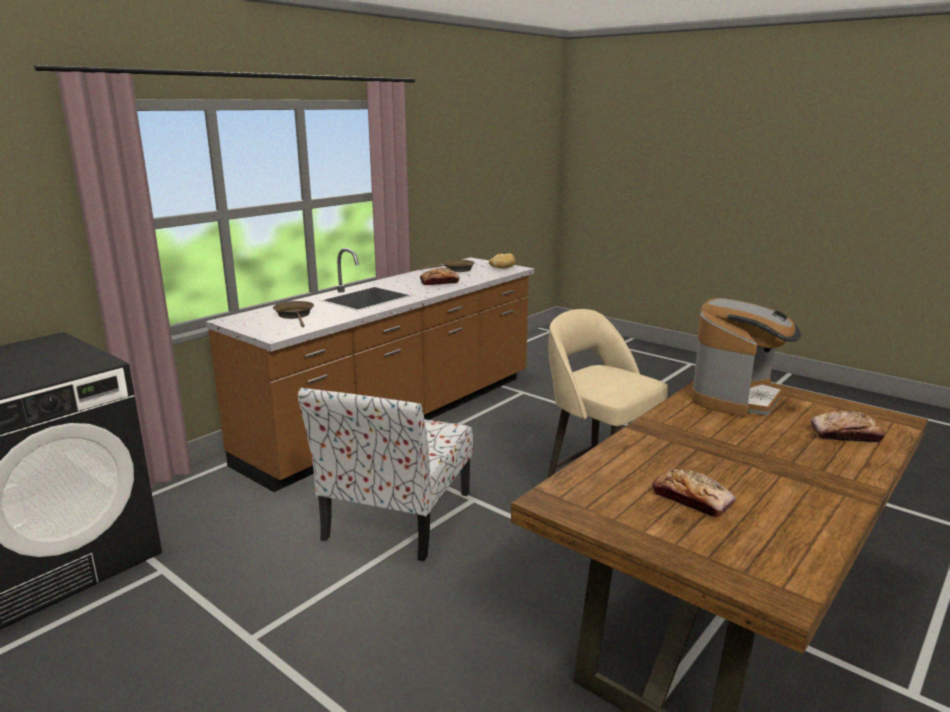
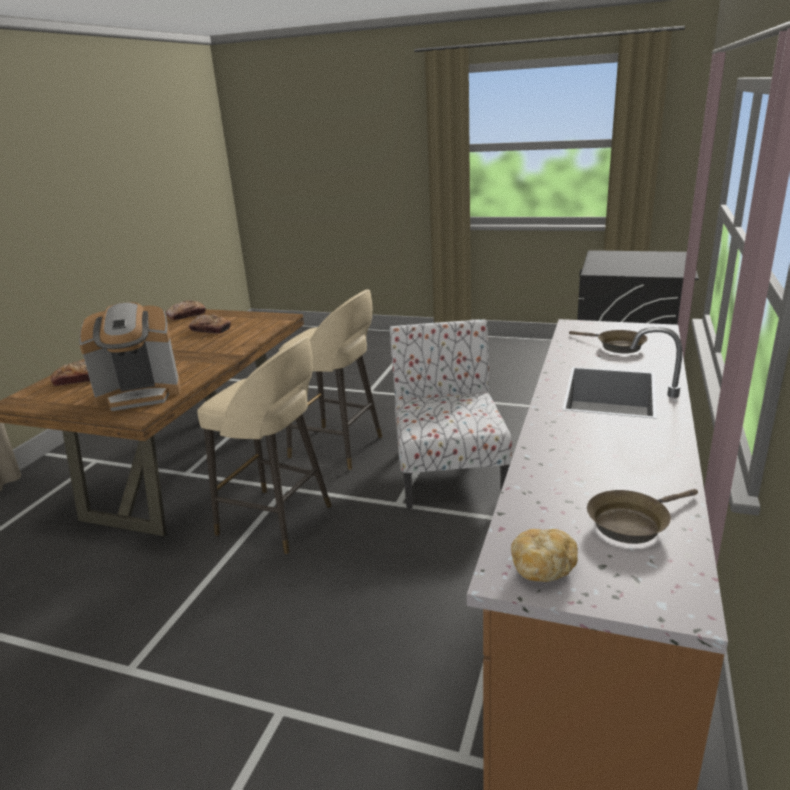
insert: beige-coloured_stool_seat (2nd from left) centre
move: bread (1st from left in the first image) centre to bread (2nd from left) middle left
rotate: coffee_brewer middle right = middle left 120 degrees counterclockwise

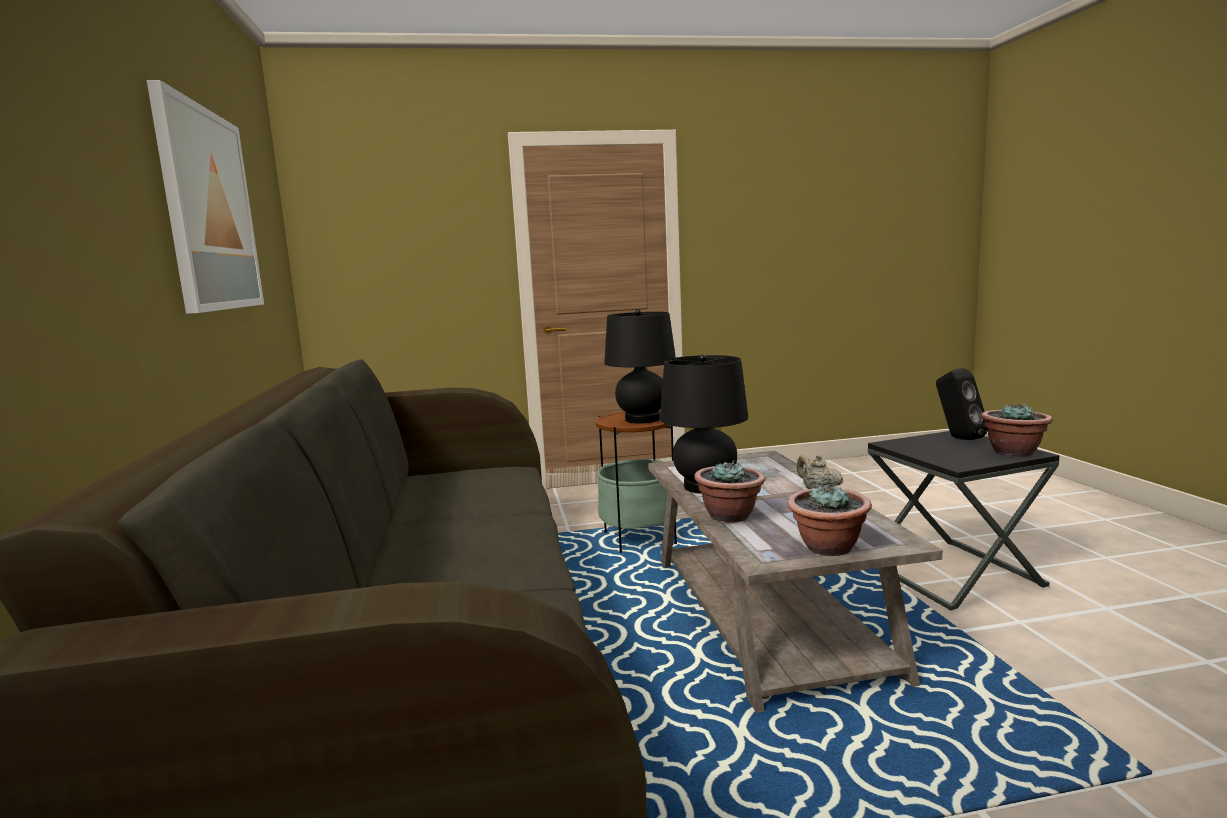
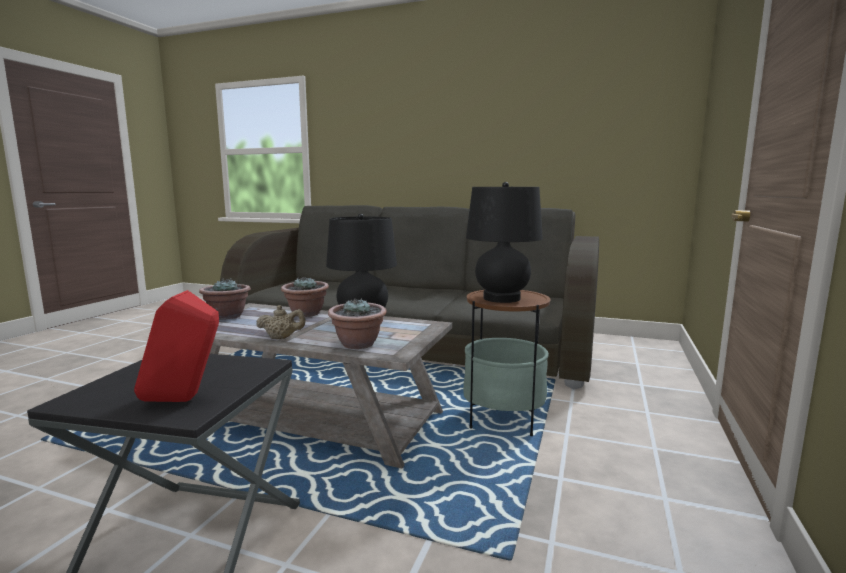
delete: picture top left
move: potted_plant (3rd from left) middle right to centre
recolor: blackish_loudspeaker middle right to red_loudspeaker middle left

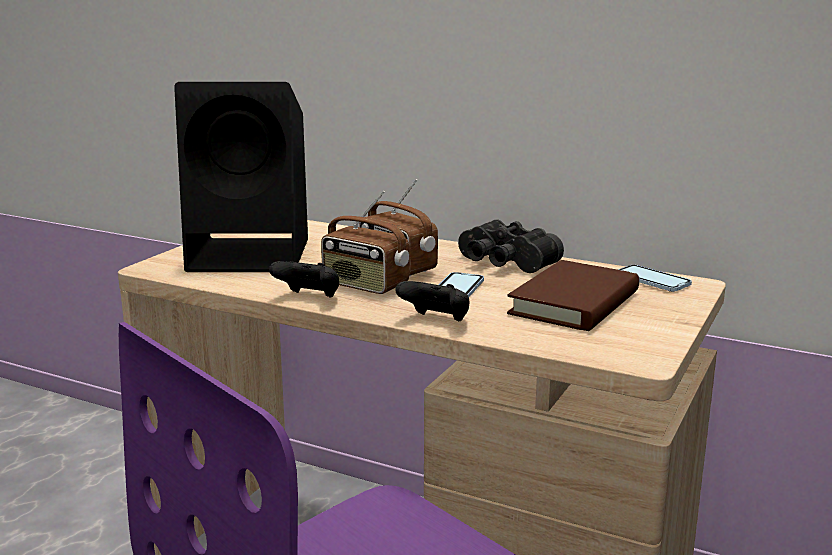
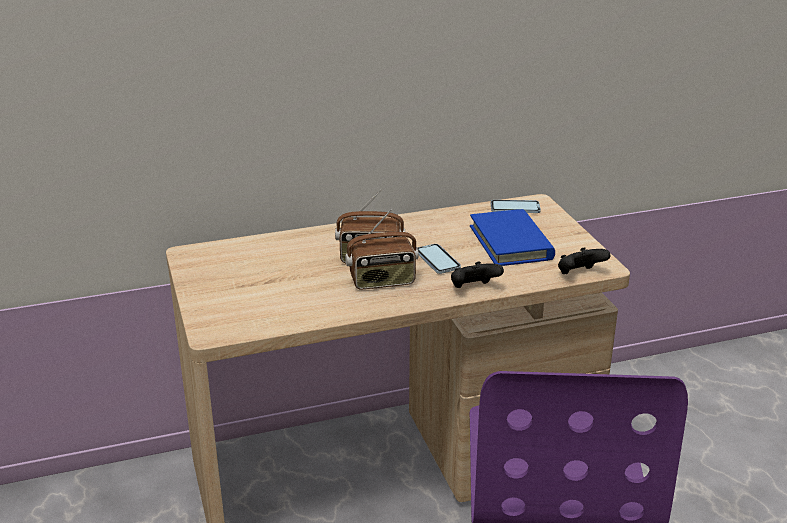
delete: blackish_loudspeaker top left; blackish_field_glasses centre
move: blackish_gamepad (1st from left in the first image) centre to blackish_gamepad (2nd from left) middle right
recolor: brownish_volume middle right to bluish_volume centre

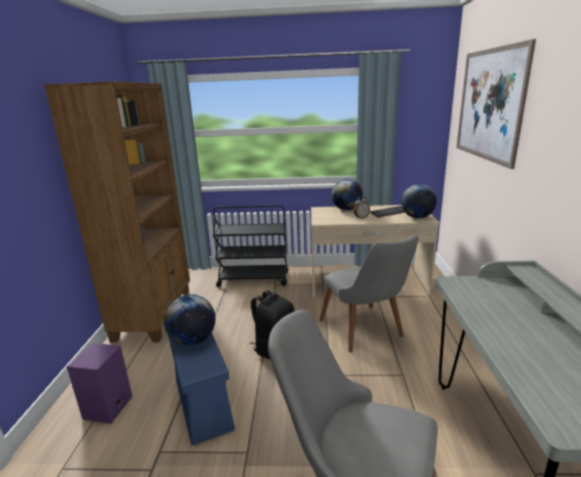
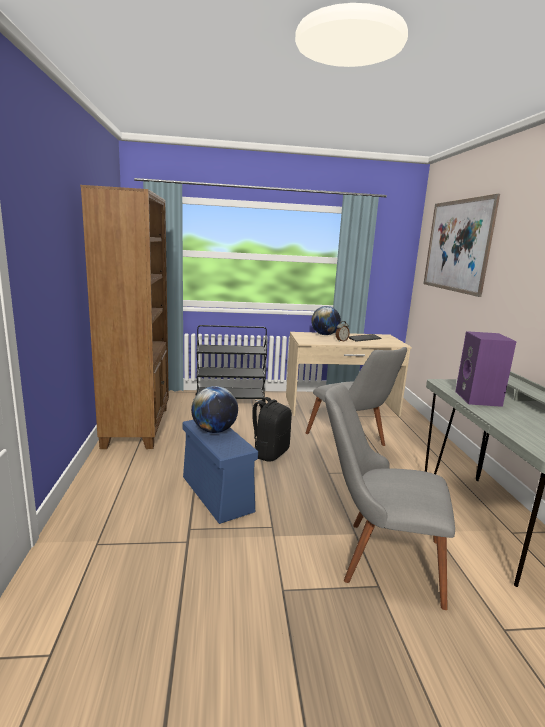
delete: world_globe (3rd from left) middle right
move: purplish_loudspeaker bottom left to middle right

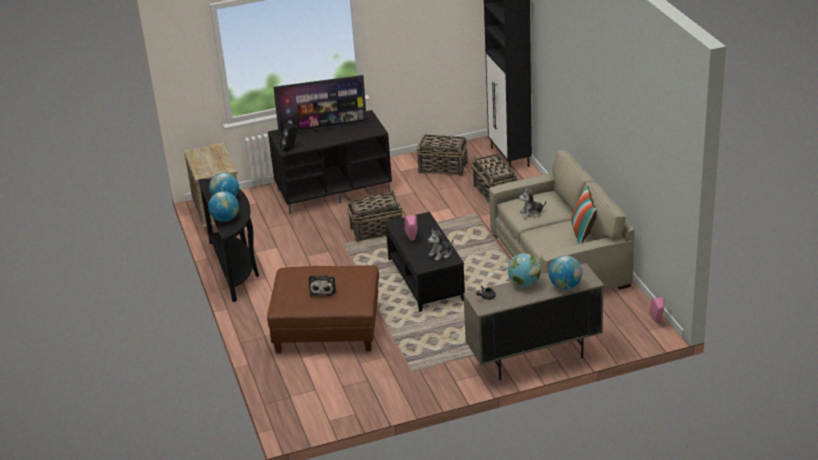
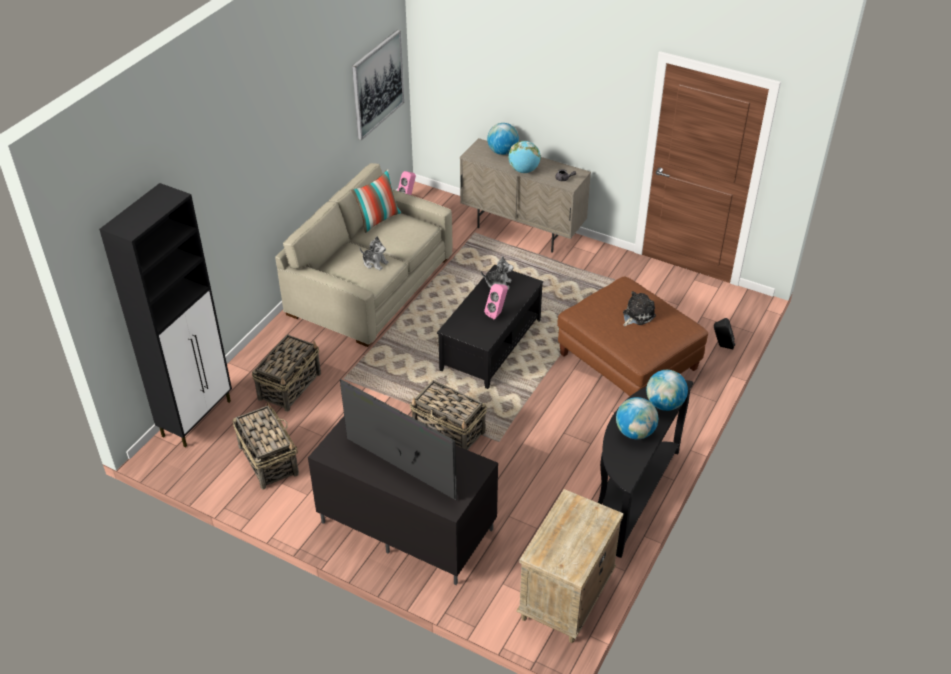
insert: picture top centre
move: blackish_loudspeaker top centre to middle right

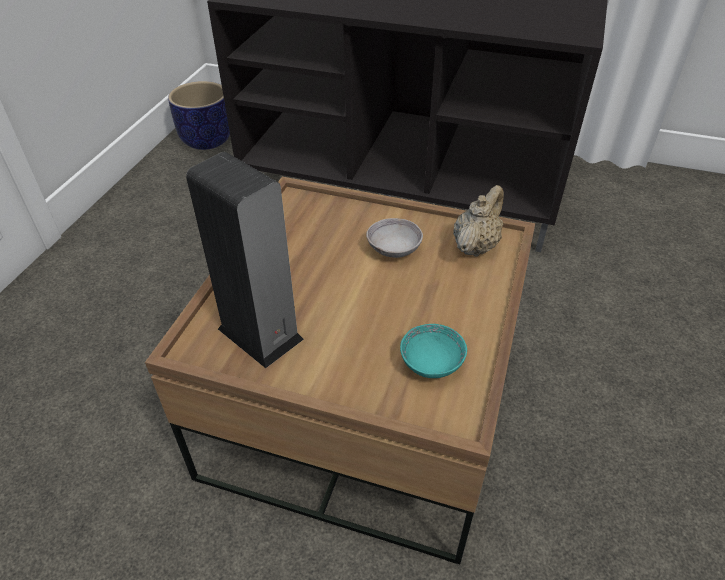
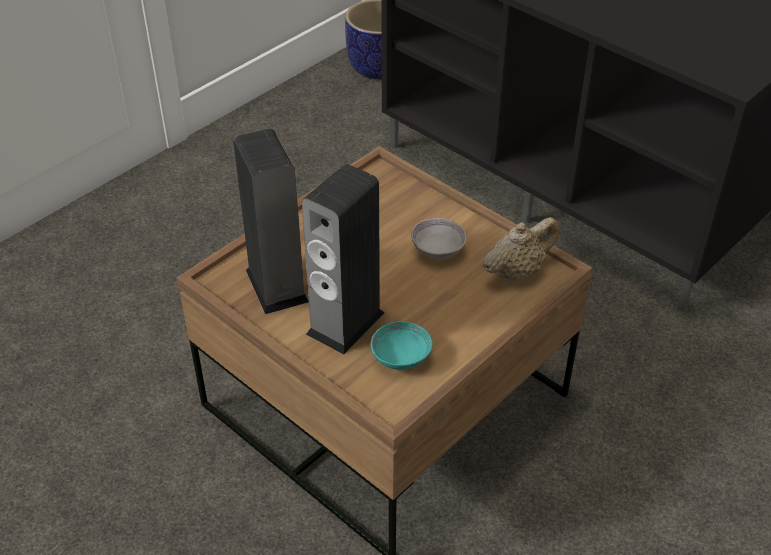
insert: loudspeaker (2nd from left) centre

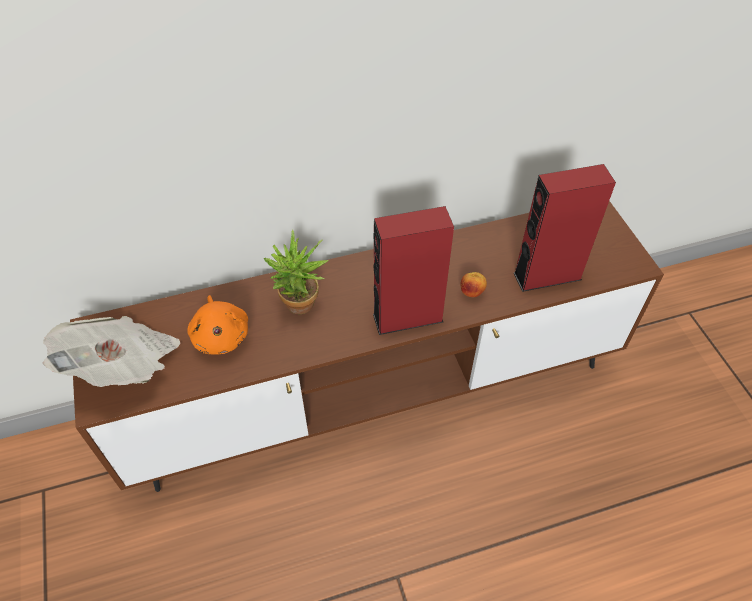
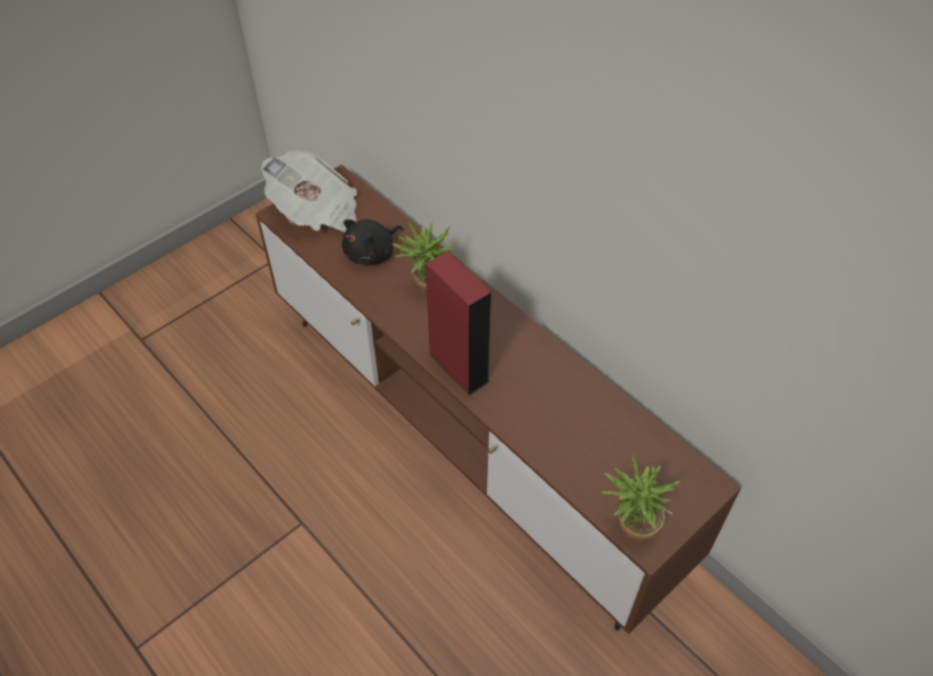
delete: red_loudspeaker (2nd from left) middle right; apple centre
insert: potted_plant (2nd from left) bottom right
recolor: orange_plush_toy middle left to blackish_plush_toy centre

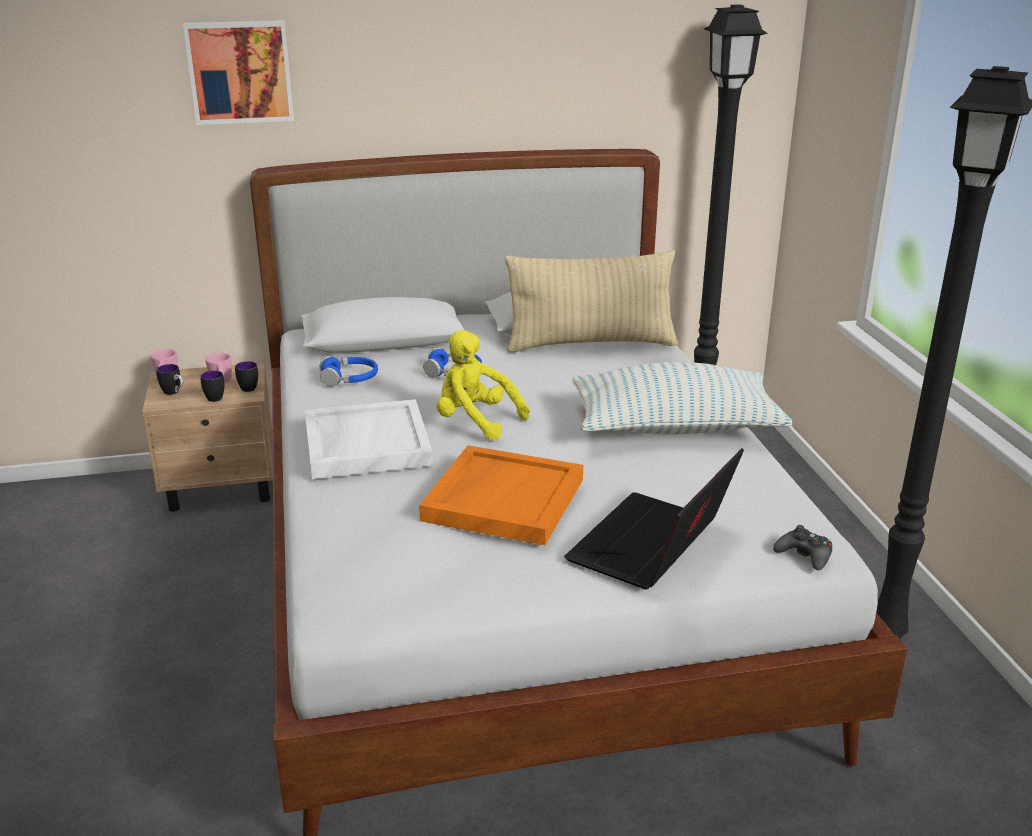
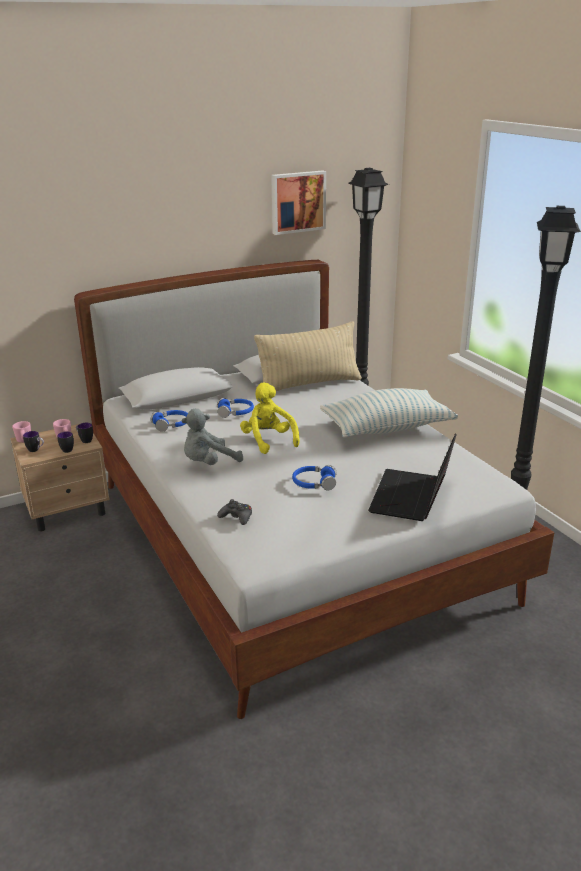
move: picture top left to top centre; blackish_gamepad middle right to centre
replace: white-coloured_serving_tray centre to grey_plush_toy centre; orange_serving_tray centre to bluish_pair_of_headphones (3rd from left) centre
rotate: yellow_plush_toy centre = centre 45 degrees clockwise

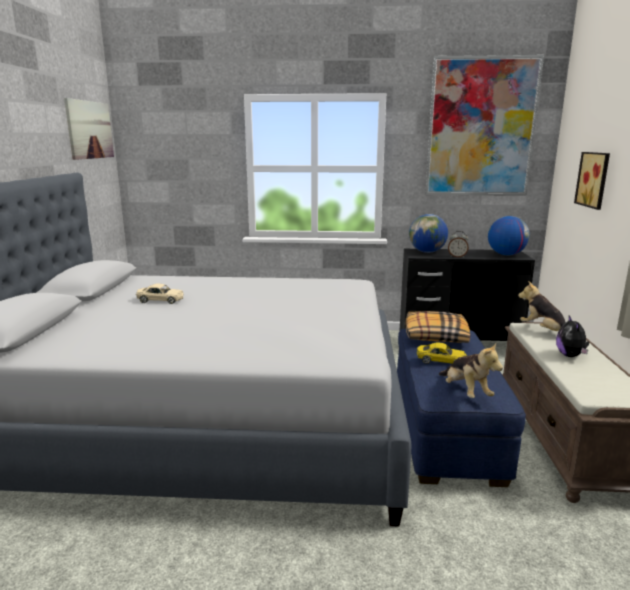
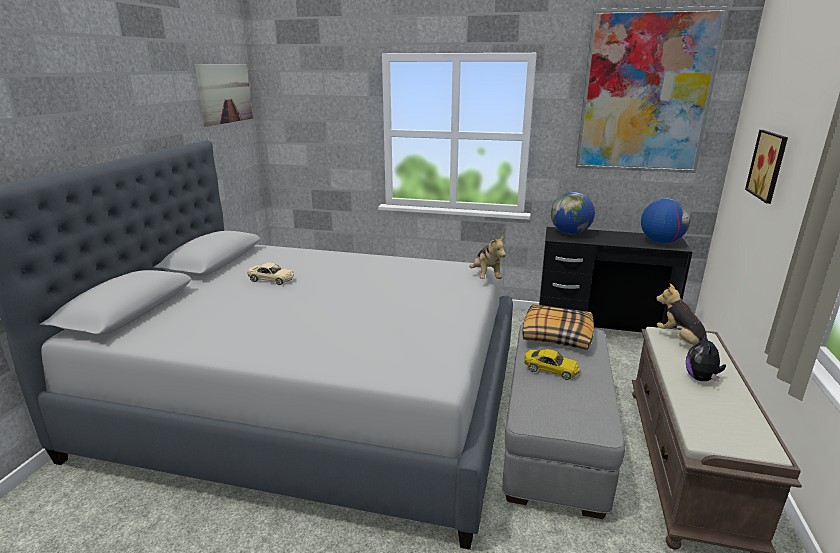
delete: alarm_clock middle right
move: plush_toy (1st from left) middle right to centre
recolor: bluish_pouffe bottom right to grey_pouffe bottom right

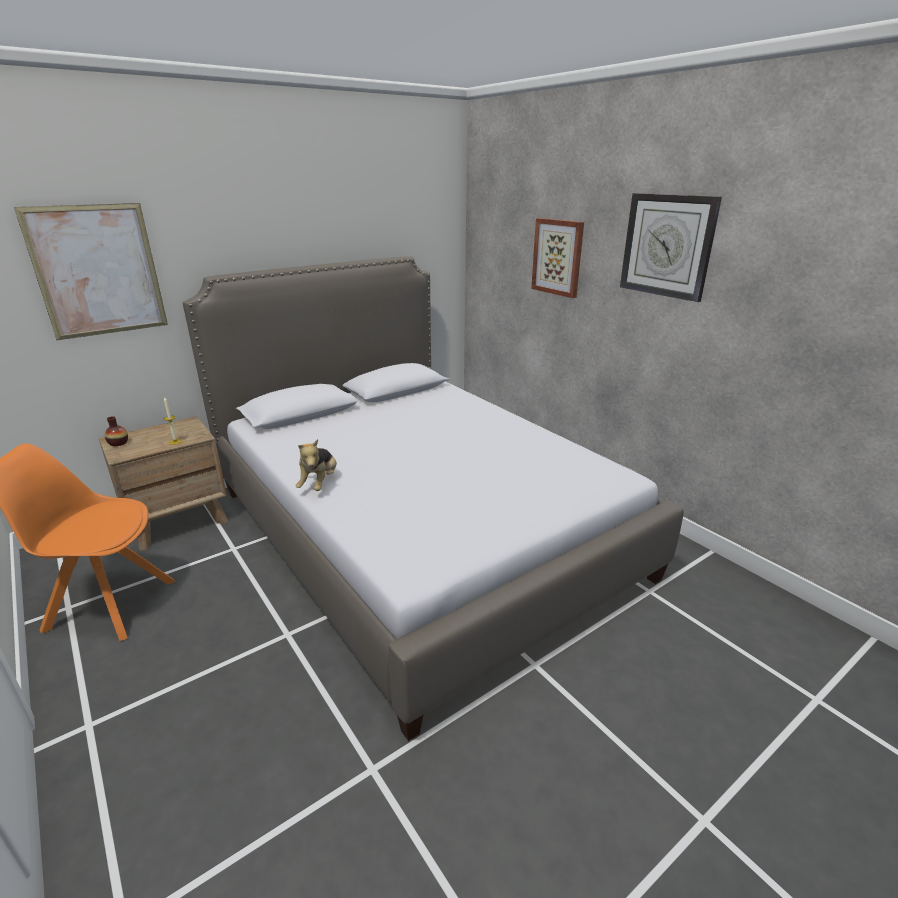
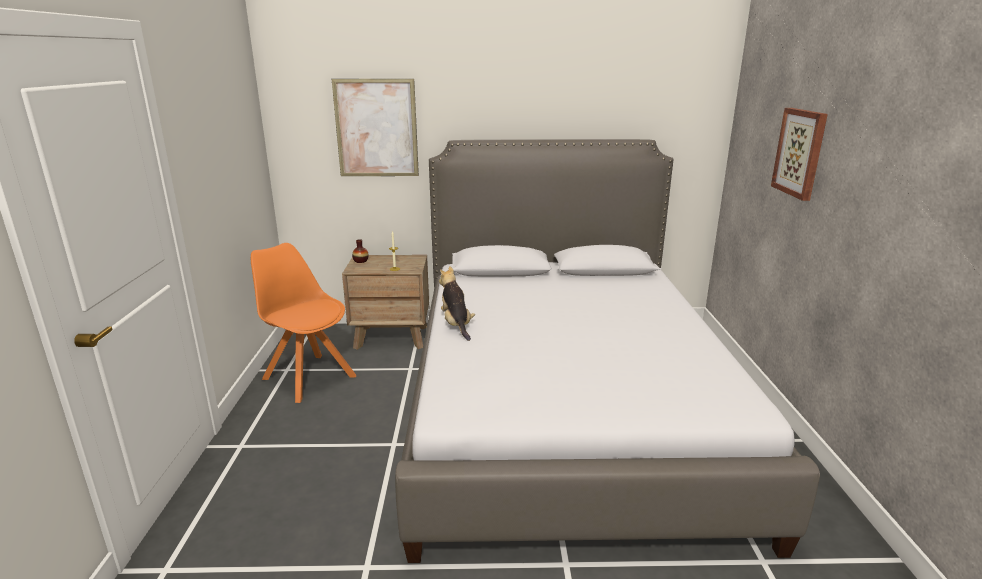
delete: wall_clock top right
rotate: plush_toy centre = centre 120 degrees clockwise

